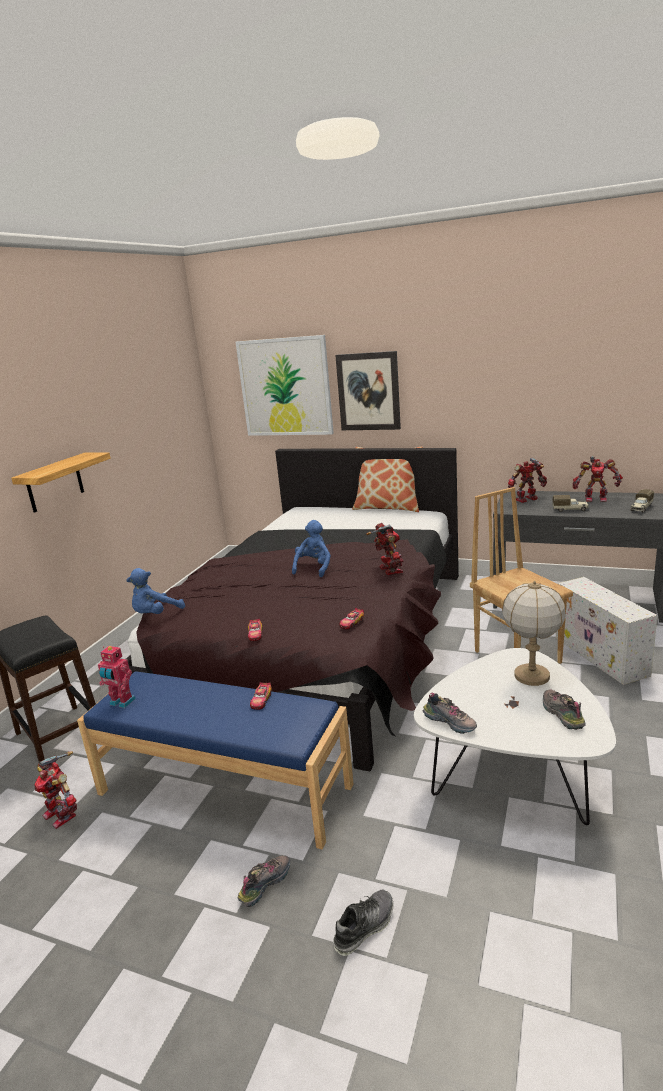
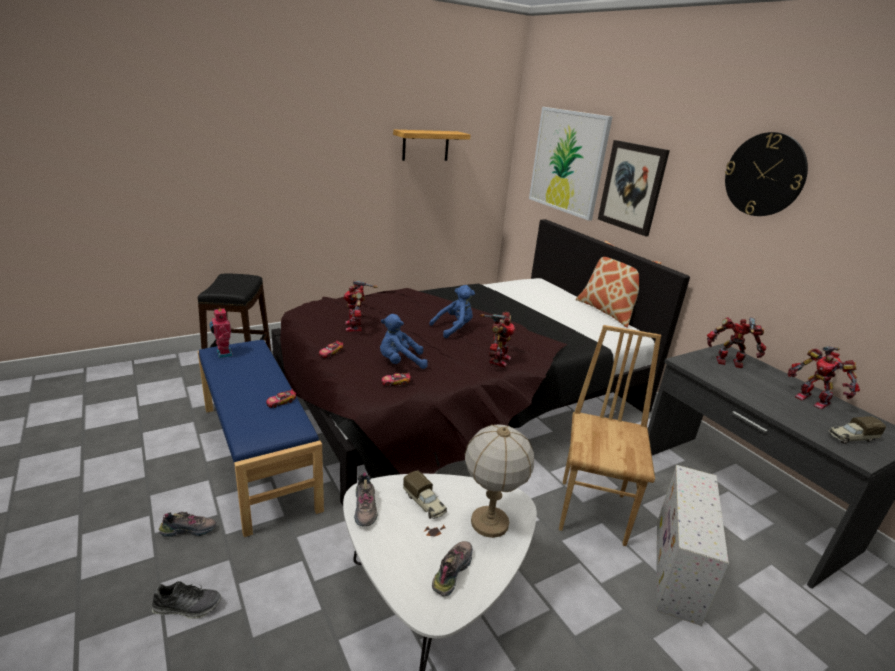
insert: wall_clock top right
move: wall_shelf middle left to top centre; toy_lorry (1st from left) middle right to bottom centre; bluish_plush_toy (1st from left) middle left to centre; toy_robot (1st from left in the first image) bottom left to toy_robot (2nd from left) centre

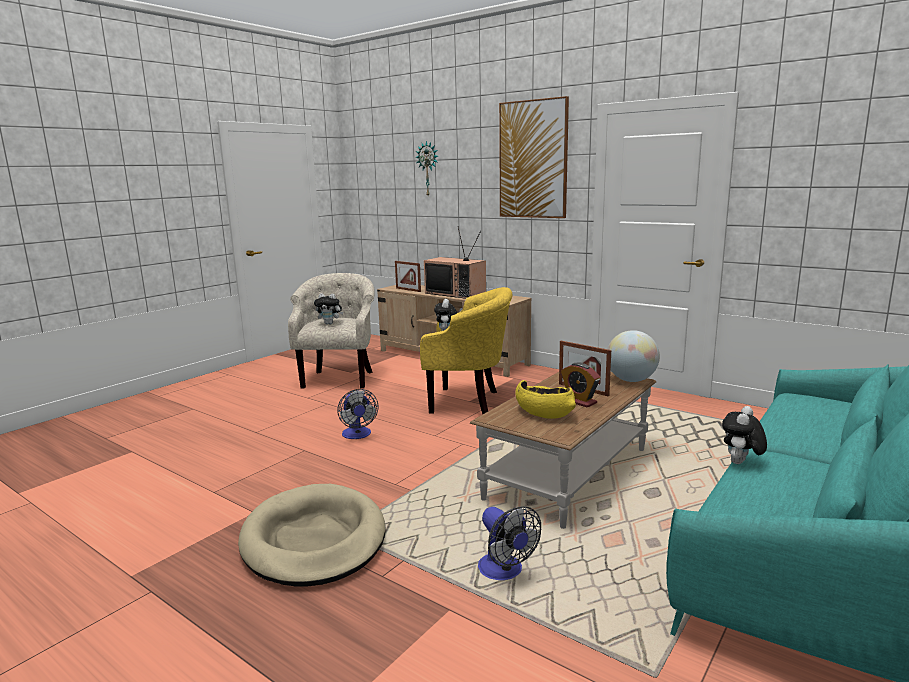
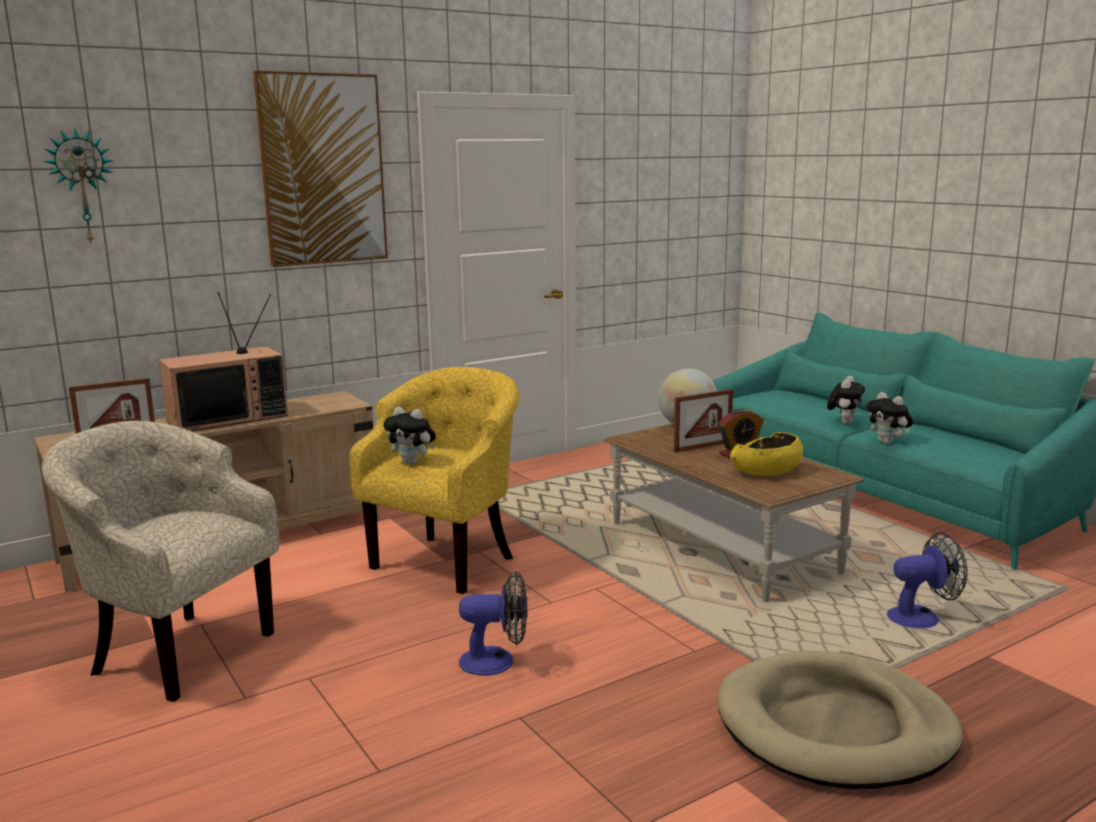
move: plush_toy (1st from left in the first image) centre to plush_toy (2nd from left) middle right

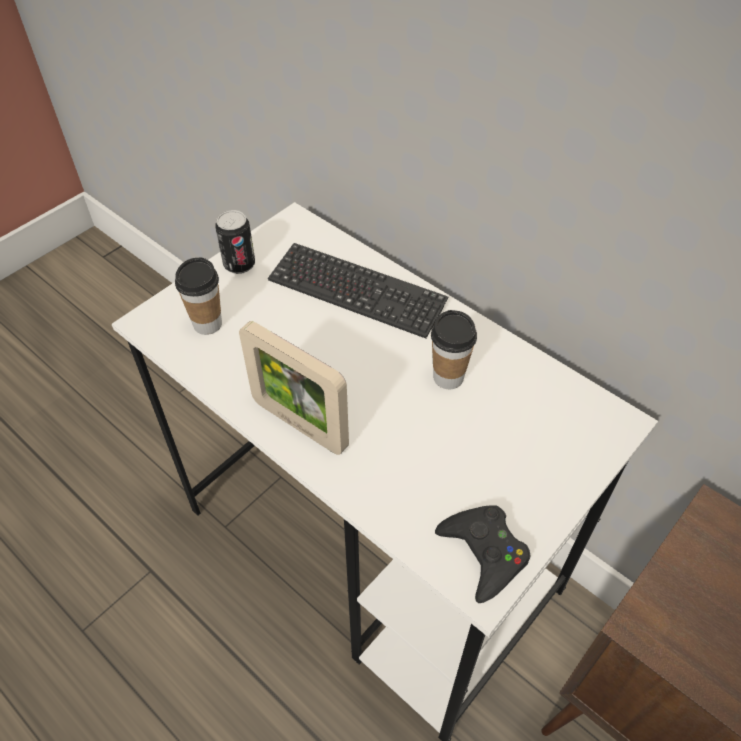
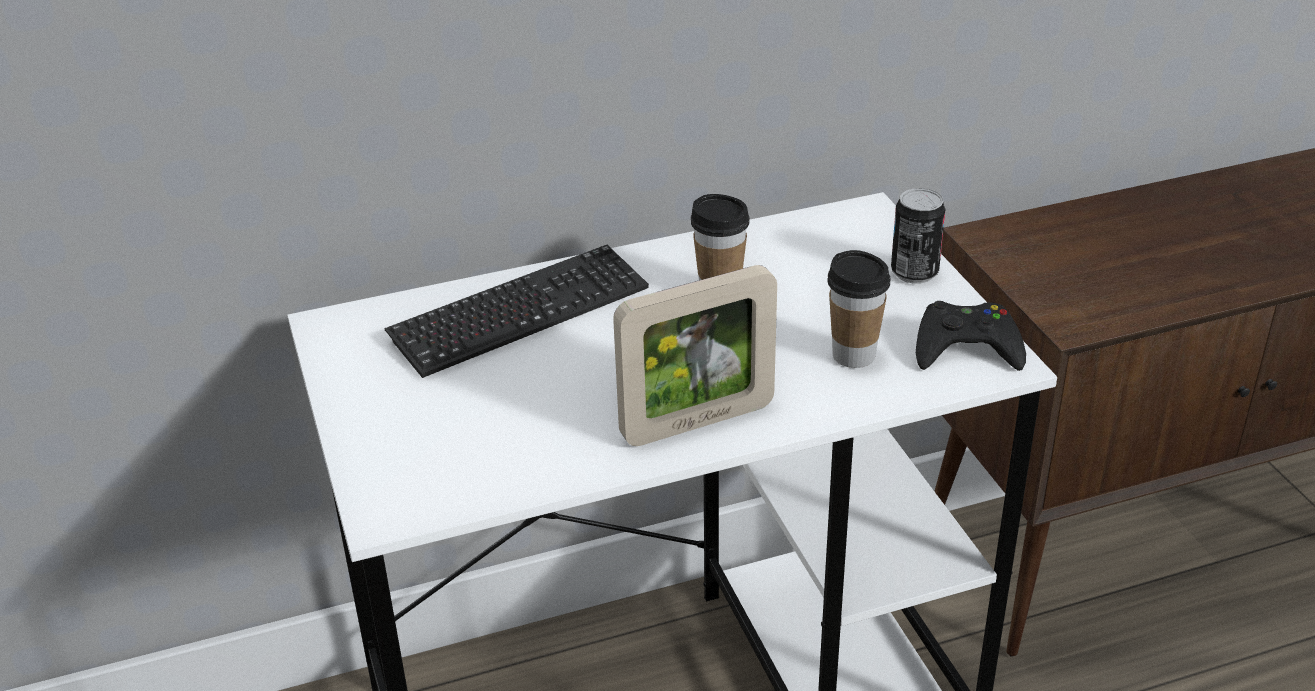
move: metal_can top left to middle right; drinking_cup (1st from left in the first image) middle left to drinking_cup (2nd from left) centre

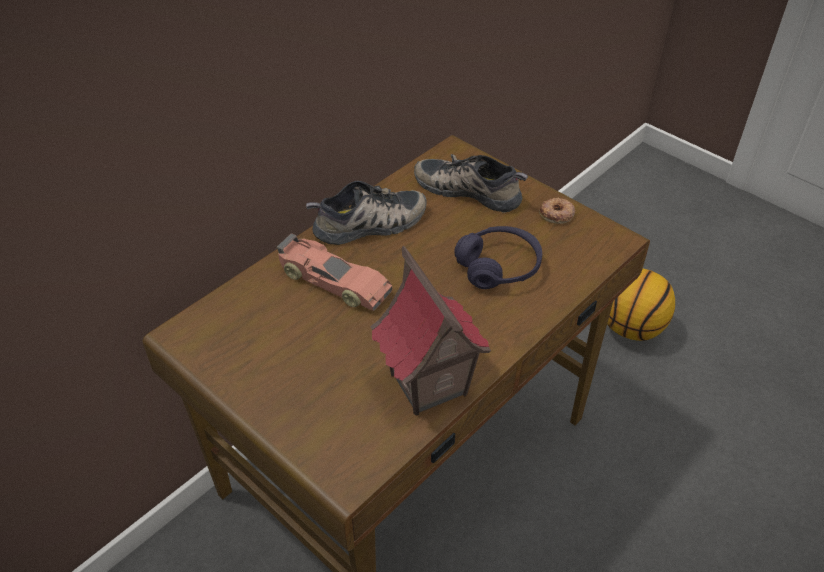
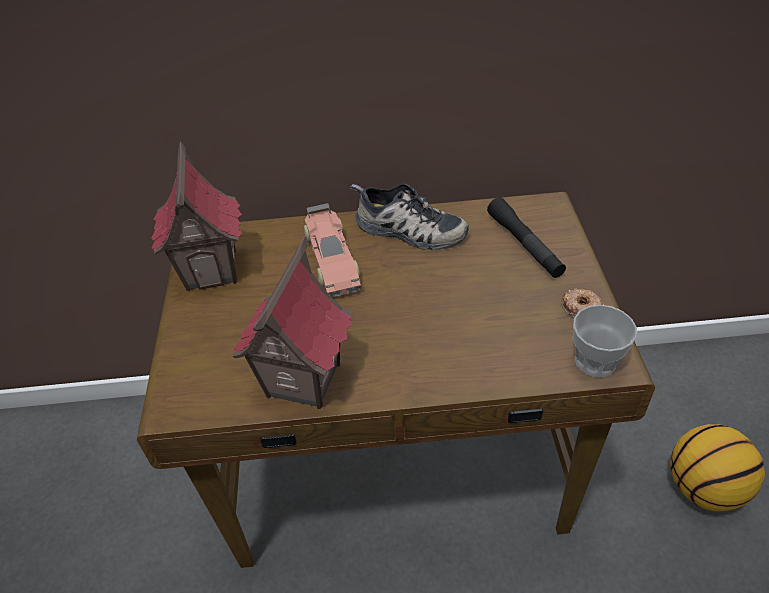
delete: purplish_pair_of_headphones centre
insert: model_house (1st from left) middle left; drinking_cup middle right
replace: item_of_footwear (2nd from left) top centre to blackish_torch middle right

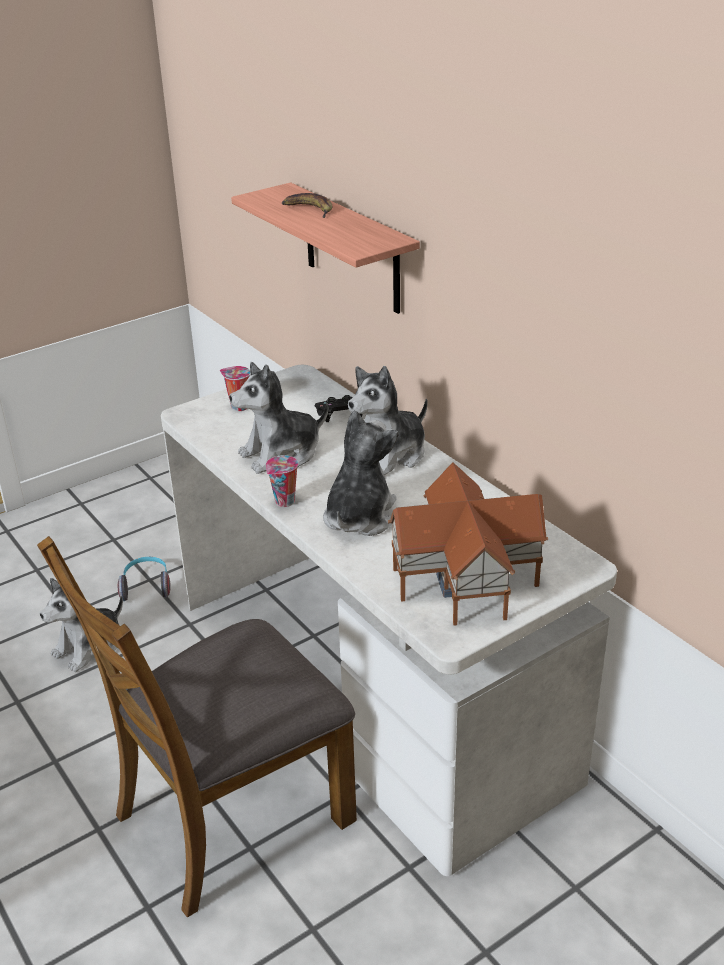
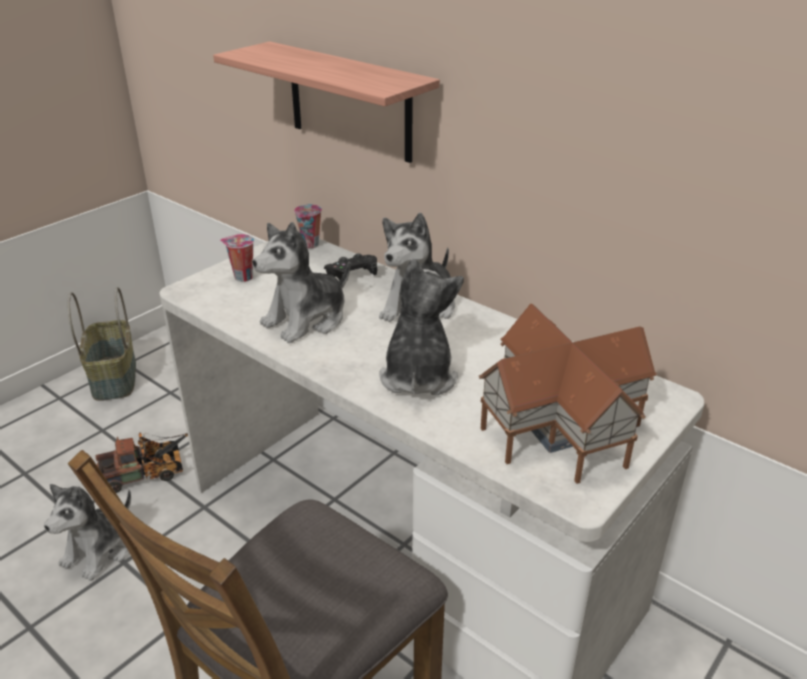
delete: banana_fruit top centre
insert: basket middle left
move: drinking_cup (2nd from left) centre to top centre
replace: pair_of_headphones middle left to toy_lorry bottom left

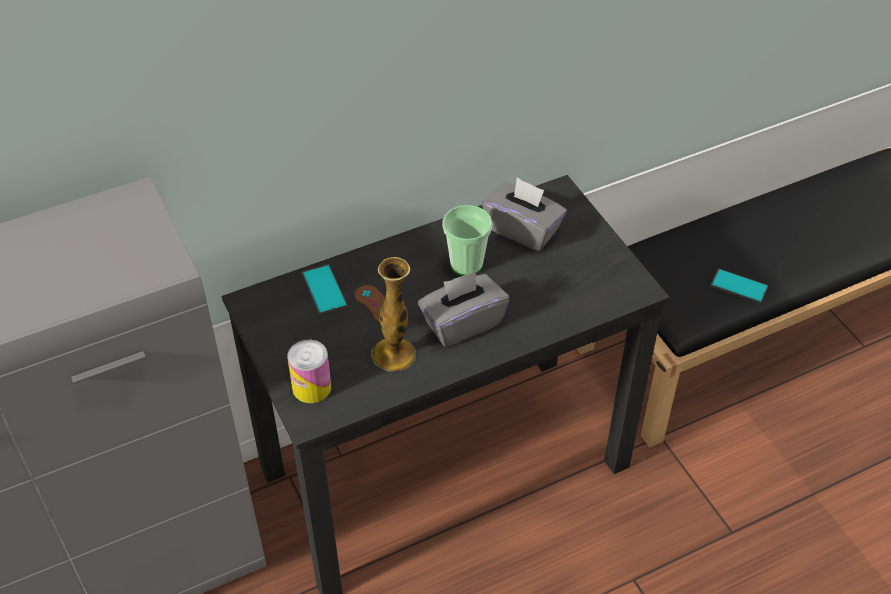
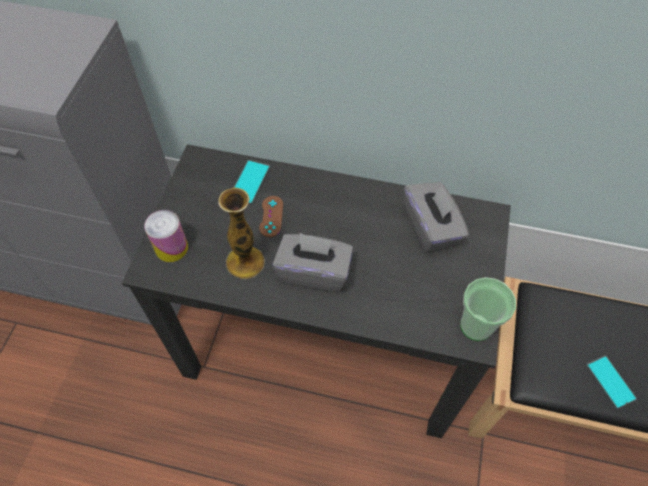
move: drinking_cup centre to middle right

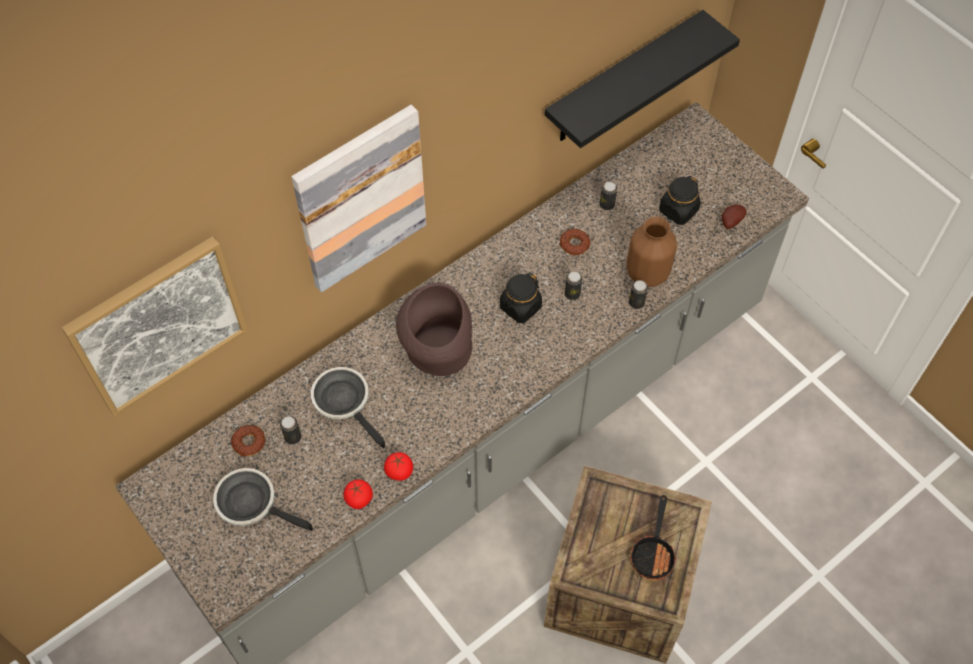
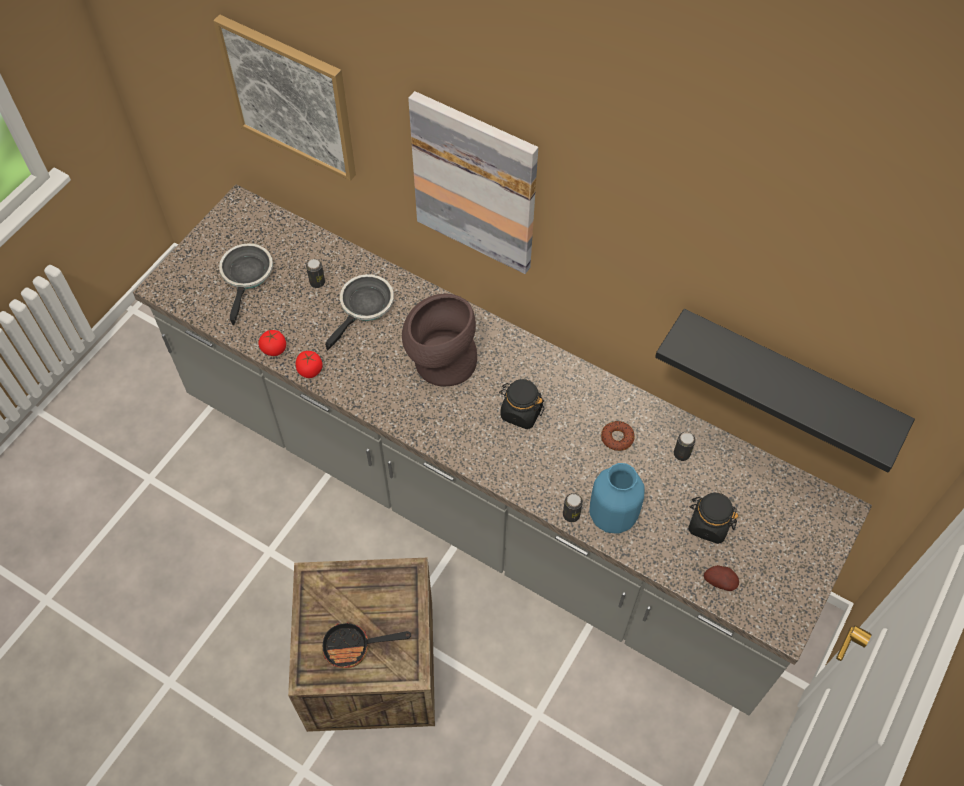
delete: metal_can (2nd from left) centre; doughnut (1st from left) middle left
recolor: brownish_vase (2nd from left) middle right to bluish_vase centre

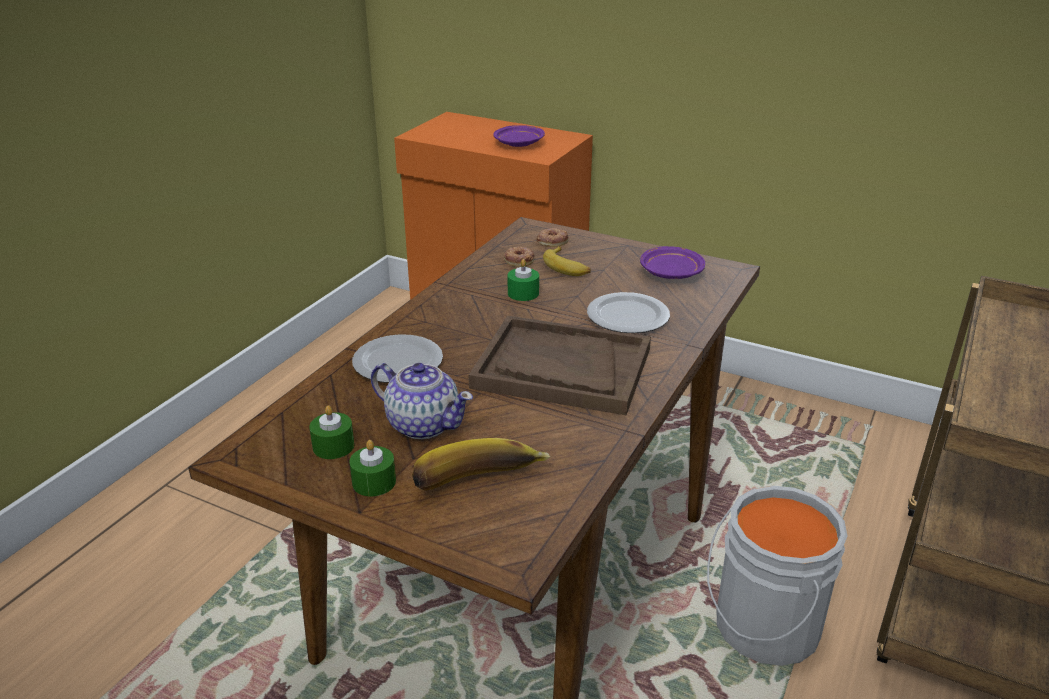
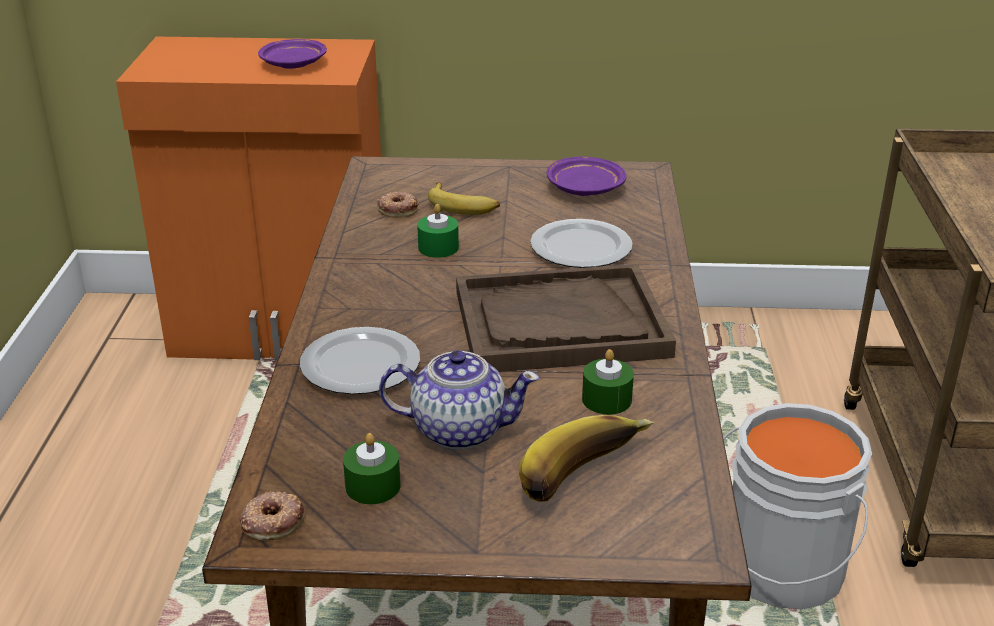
move: doughnut (2nd from left in the first image) centre to doughnut (1st from left) bottom left; greenish_wax_light (2nd from left in the first image) bottom centre to greenish_wax_light (3rd from left) centre

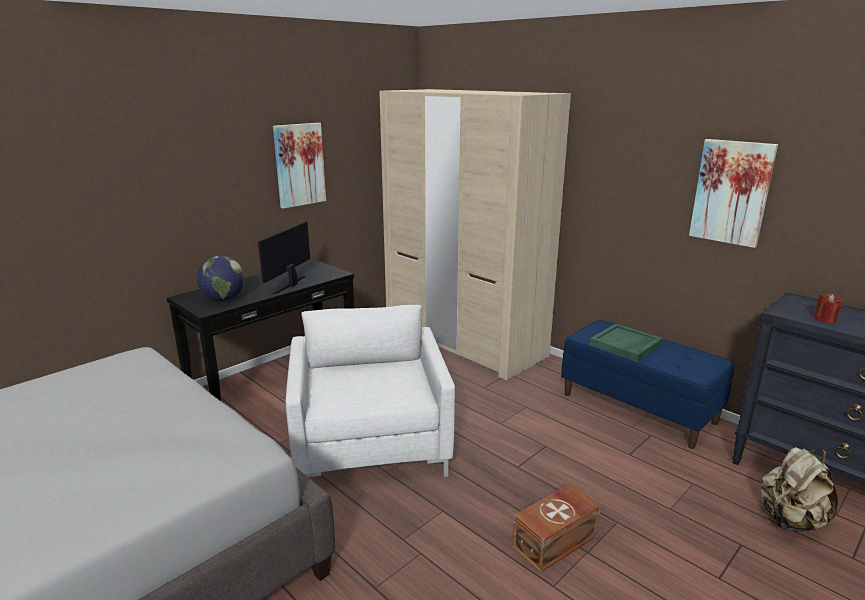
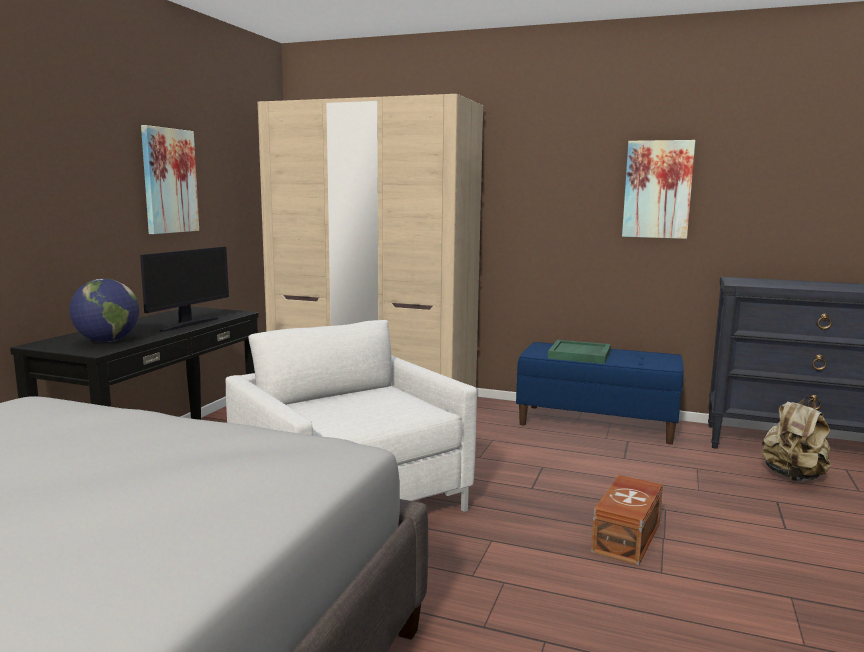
delete: red_wax_light middle right
rotate: computer_screen middle left = middle left 150 degrees counterclockwise

